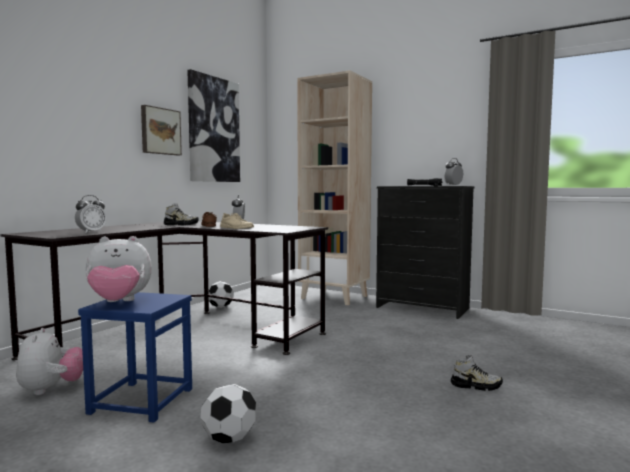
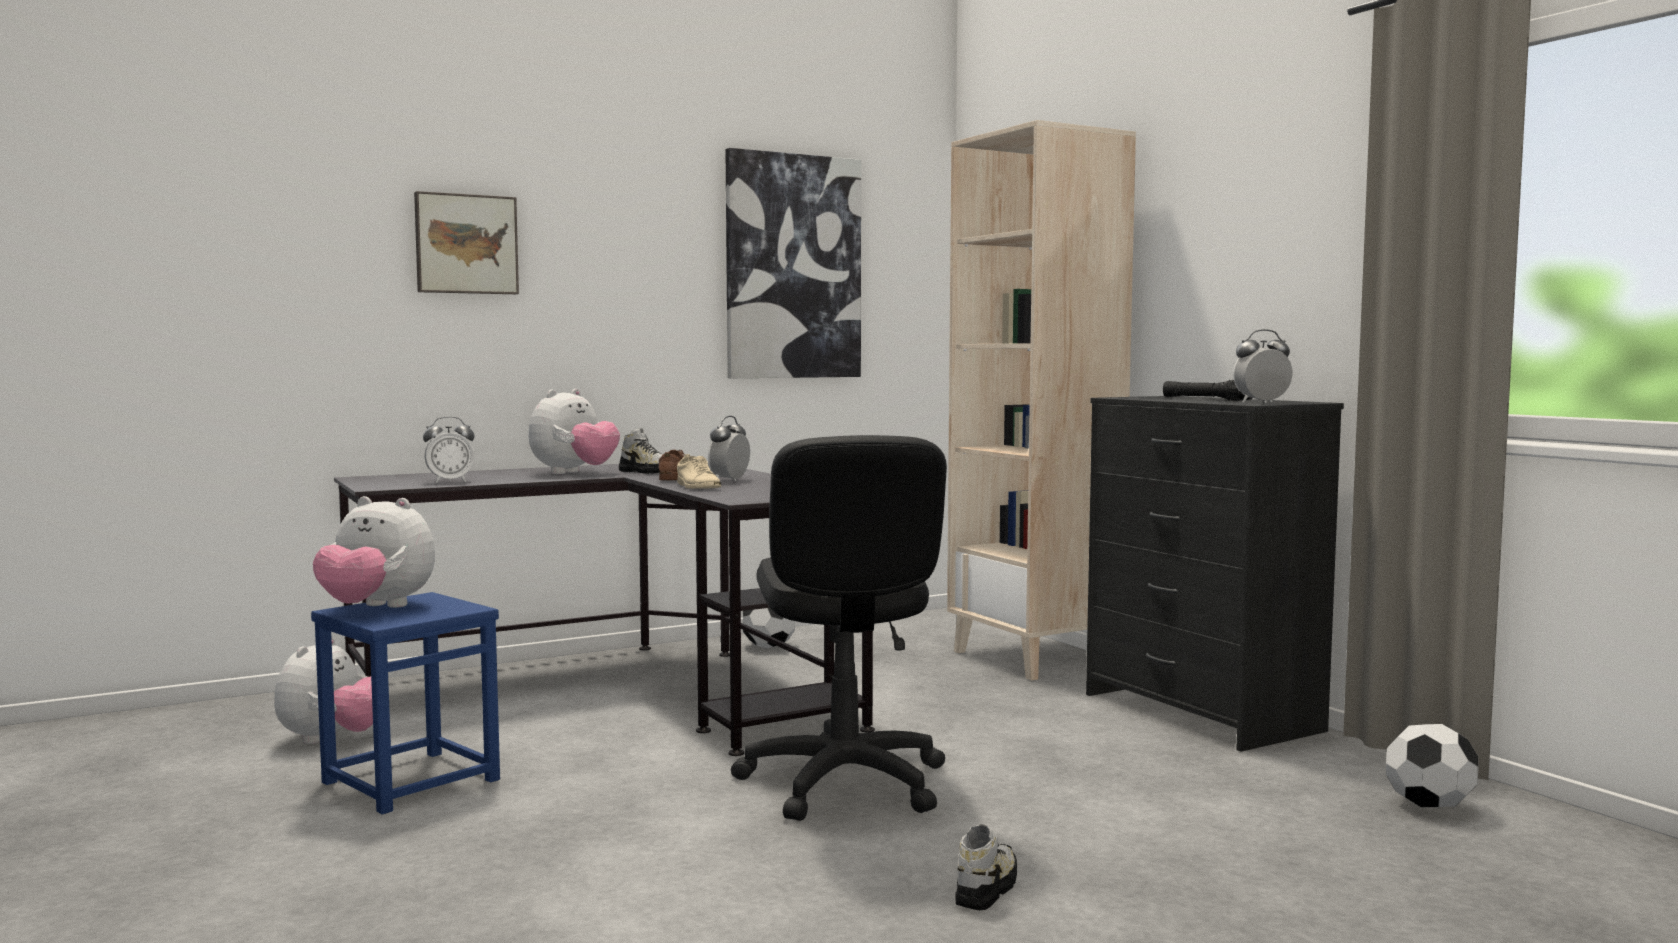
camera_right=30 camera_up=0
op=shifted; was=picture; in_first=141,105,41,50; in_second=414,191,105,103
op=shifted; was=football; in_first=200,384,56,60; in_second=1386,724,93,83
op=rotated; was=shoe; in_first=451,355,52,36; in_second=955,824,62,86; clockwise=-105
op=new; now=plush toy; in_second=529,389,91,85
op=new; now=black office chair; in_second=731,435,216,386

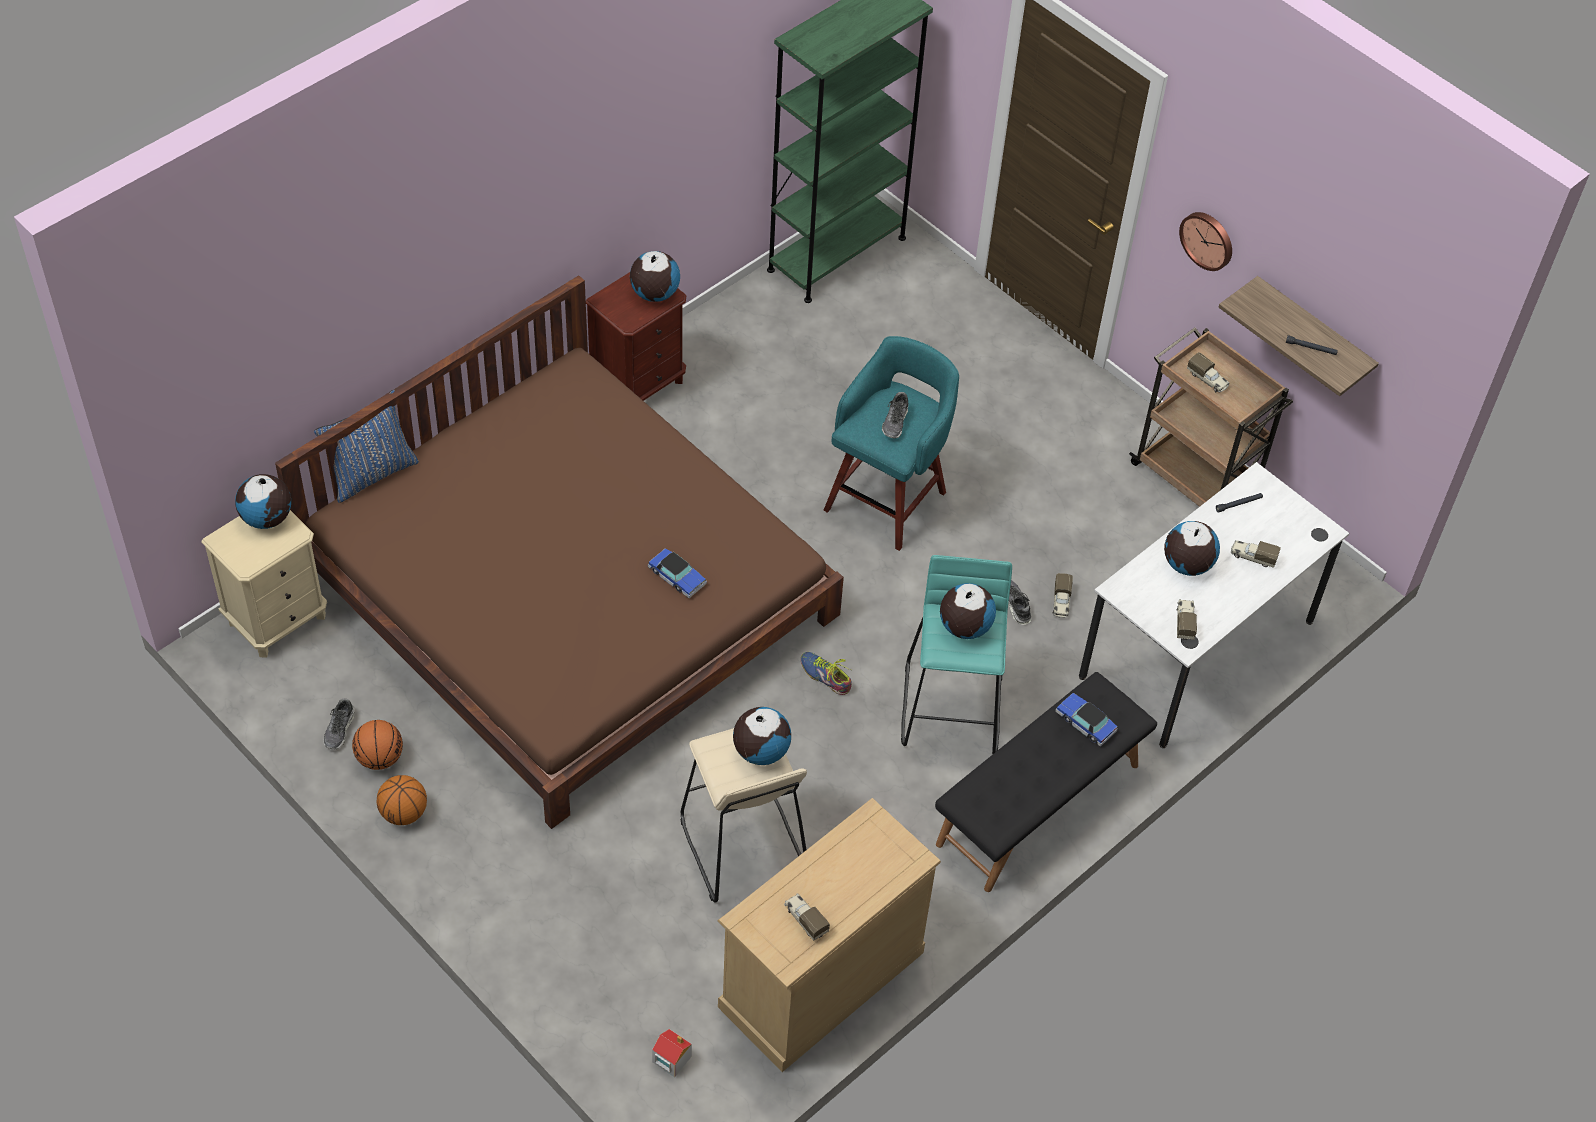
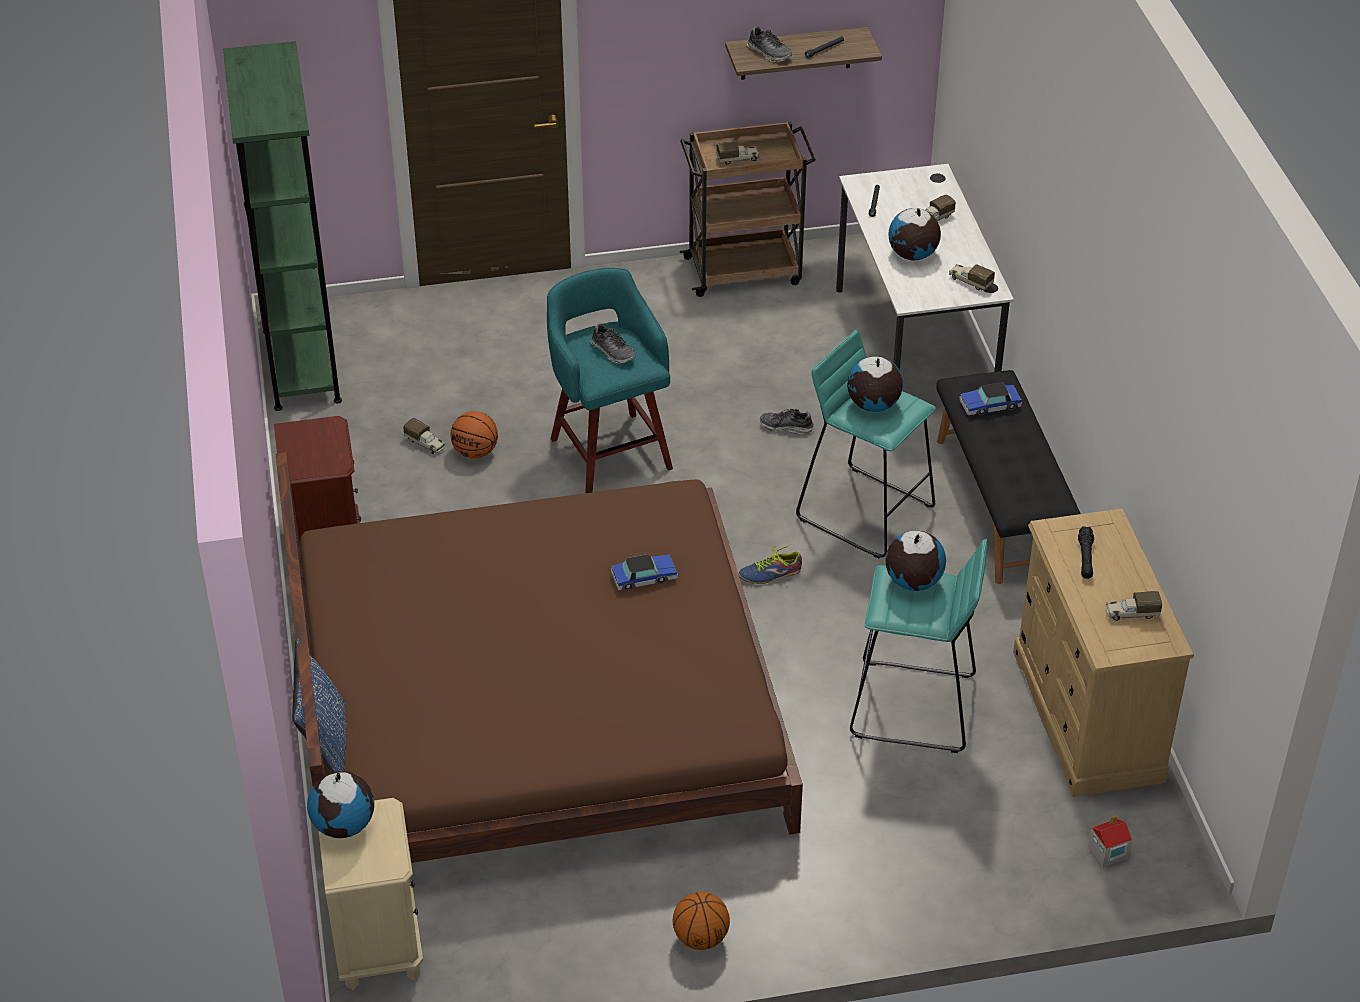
camera_right=-55 camera_up=-10
op=shifted; was=shoe; in_first=324,699,31,50; in_second=747,26,46,36
op=shifted; was=basketball; in_first=352,720,51,50; in_second=450,411,48,48
op=gone; was=globe; in_first=630,251,50,51
op=repainted; was=beige stool; now=turquoise stool; in_first=681,728,126,174; in_second=850,539,137,214
op=shifted; was=toy truck; in_first=1053,573,20,45; in_second=403,418,43,36
op=gone; was=wall clock; in_first=1179,212,53,59
op=new; now=black flashlight; in_second=1078,526,16,53

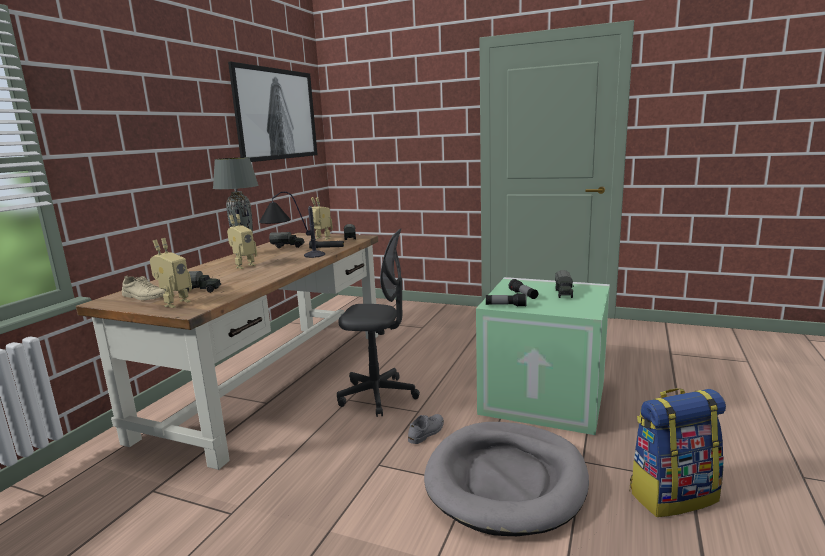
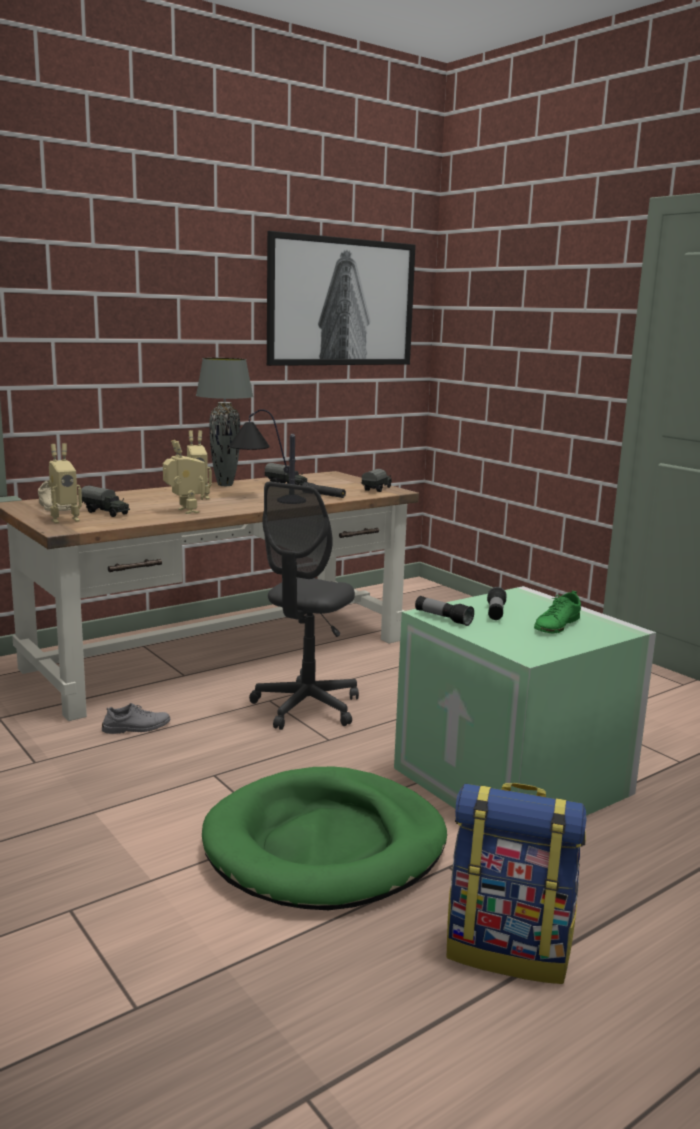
camera_right=30 camera_up=0
op=shifted; was=toy robot; in_first=311,197,22,43; in_second=163,440,42,74
op=rotated; was=grey office chair; in_first=337,229,83,188; in_second=249,482,110,248; clockwise=75
op=shifted; was=grey shoe; in_first=408,414,36,30; in_second=102,703,68,31
op=repainted; was=grey dog bed; now=green dog bed; in_first=424,422,165,114; in_second=202,767,245,143
op=swapped; was=toy truck; now=green shoe; in_first=555,270,19,28; in_second=534,591,47,43

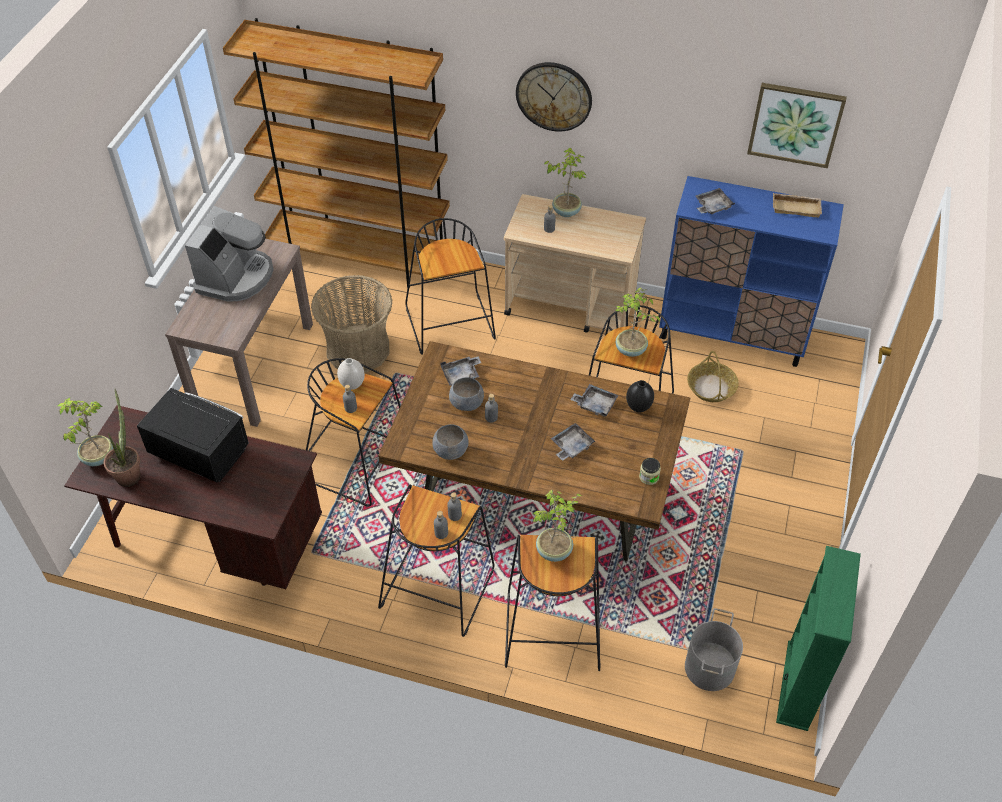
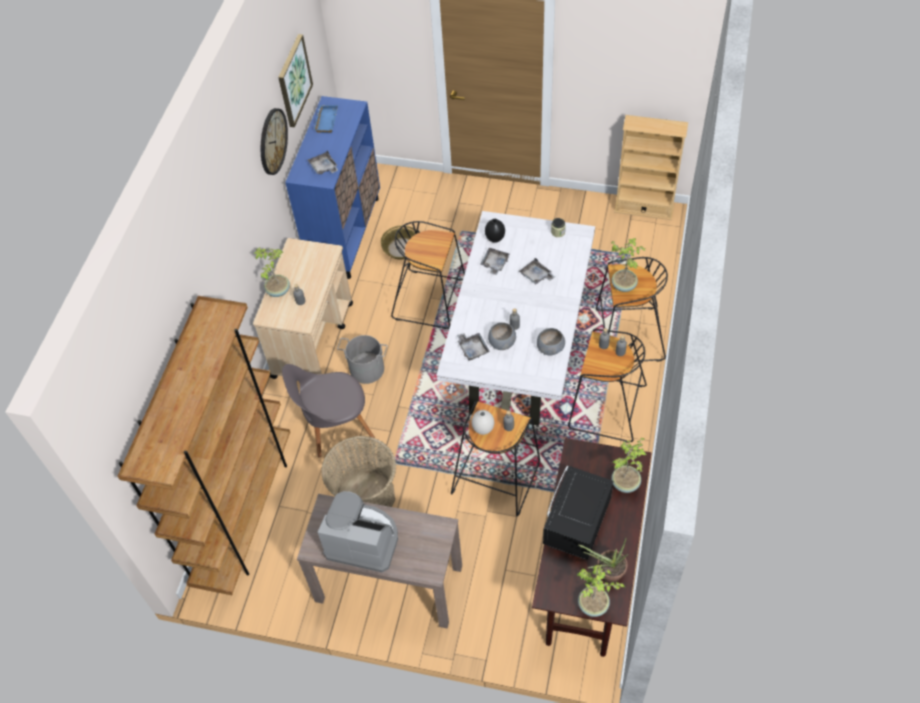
camera_right=-90 camera_up=5
op=repainted; was=brown dining table; now=white dining table; in_first=378,341,312,220; in_second=436,211,159,215
op=swapped; was=black stool; now=grey chair; in_first=405,218,91,137; in_second=282,364,93,94
op=shifted; was=wall clock; in_first=516,62,76,70; in_second=261,108,27,67
op=shifted; was=potted plant; in_first=615,288,45,69; in_second=611,438,36,55
op=shifted; was=grey bucket; in_first=685,608,58,83; in_second=337,335,51,49
op=repainted; was=beige tray; now=blue tray; in_first=773,193,49,24; in_second=314,105,24,28
op=repainted; was=green bookcase; now=beige bookcase; in_first=776,546,85,185; in_second=614,115,74,105

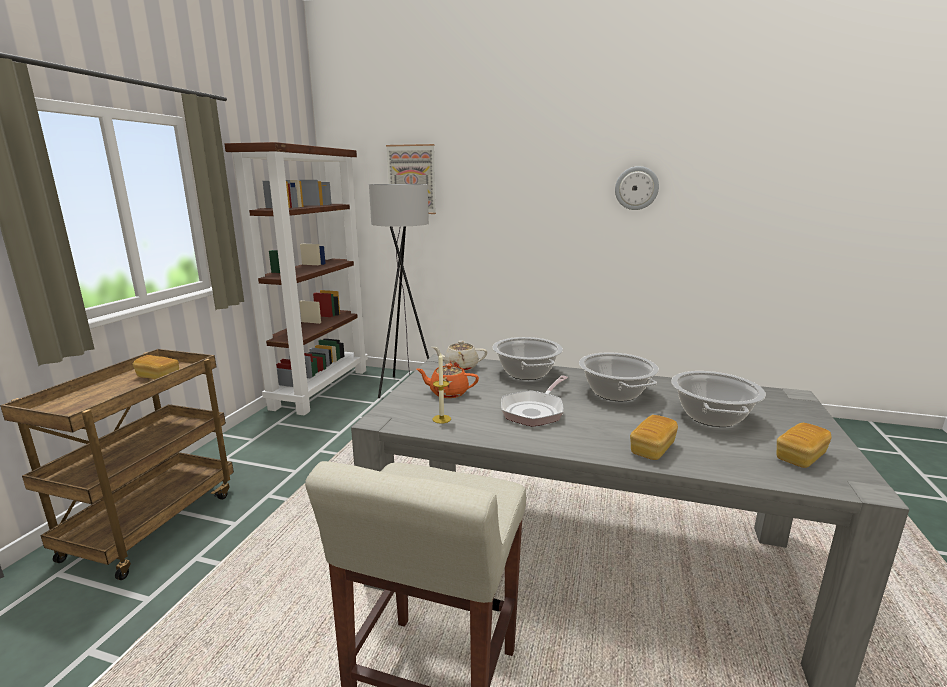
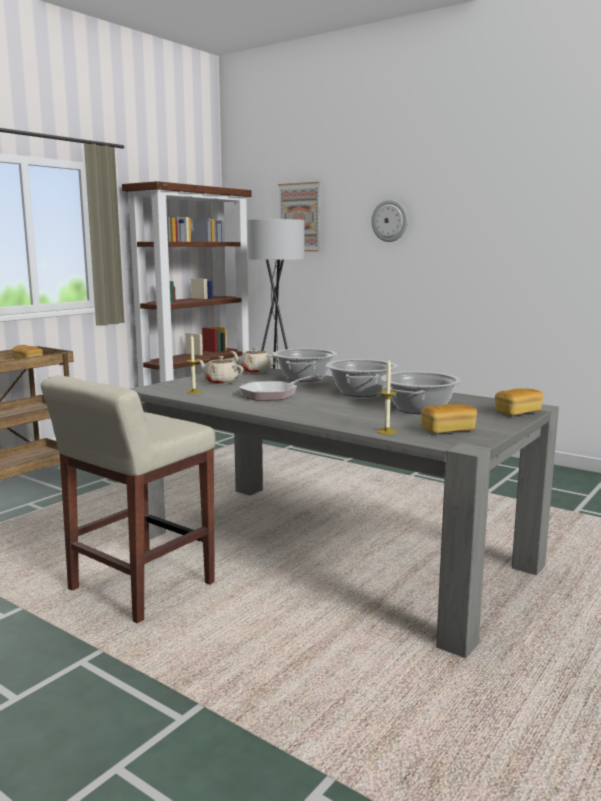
camera_right=20 camera_up=-5
op=repainted; was=orange teapot; now=beige teapot; in_first=416,363,63,35; in_second=197,356,46,28
op=shifted; was=wall clock; in_first=615,166,44,44; in_second=372,200,36,42
op=shifted; was=bread; in_first=630,415,48,45; in_second=495,389,48,27
op=new; now=candle; in_second=377,360,20,74

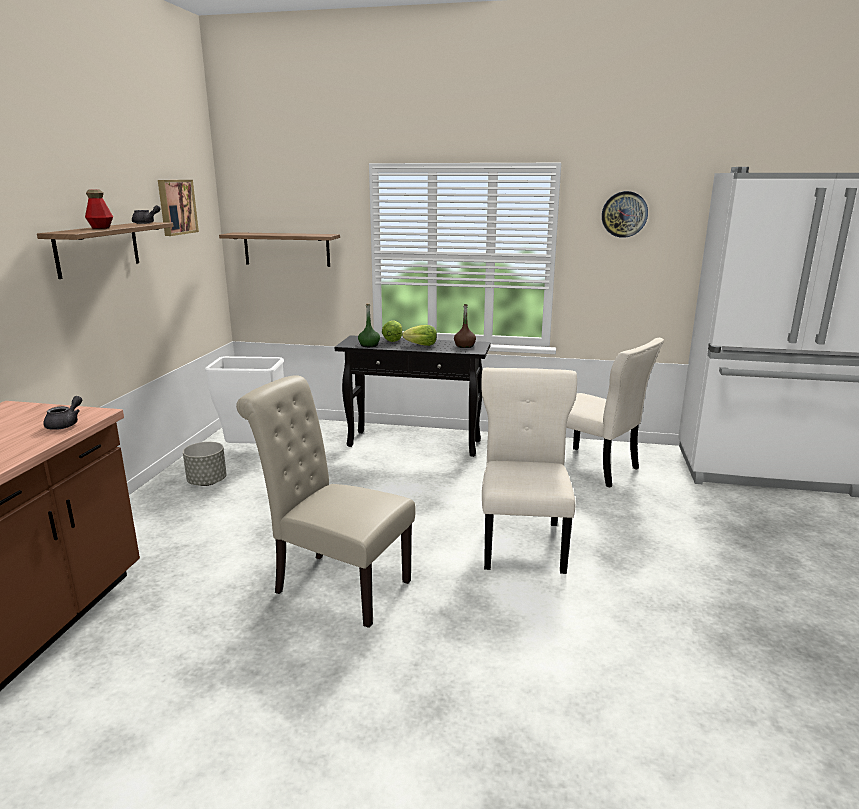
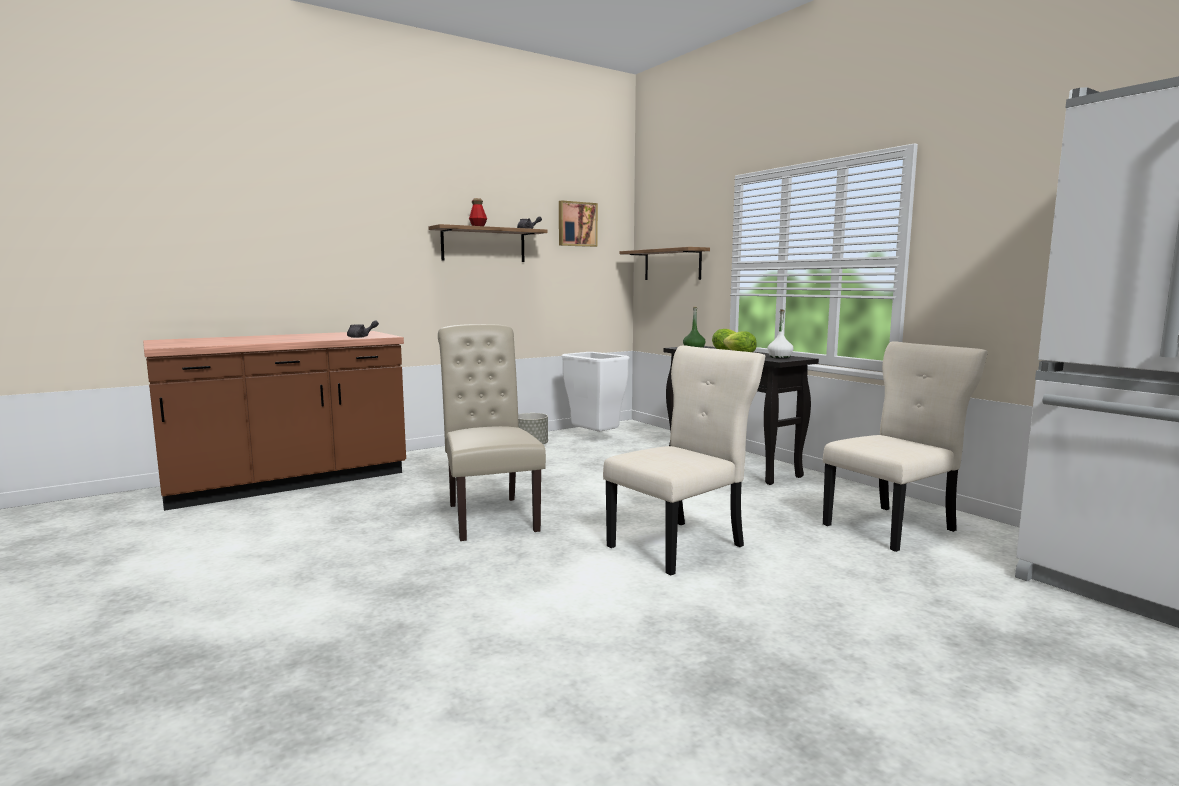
camera_right=45 camera_up=-10
op=repainted; was=brown bottle; now=white bottle; in_first=454,304,22,44; in_second=767,309,27,50
op=rotated; was=beige chair; in_first=566,338,98,150; in_second=823,341,165,211; clockwise=-120
op=gone; was=wall clock; in_first=602,191,46,47

